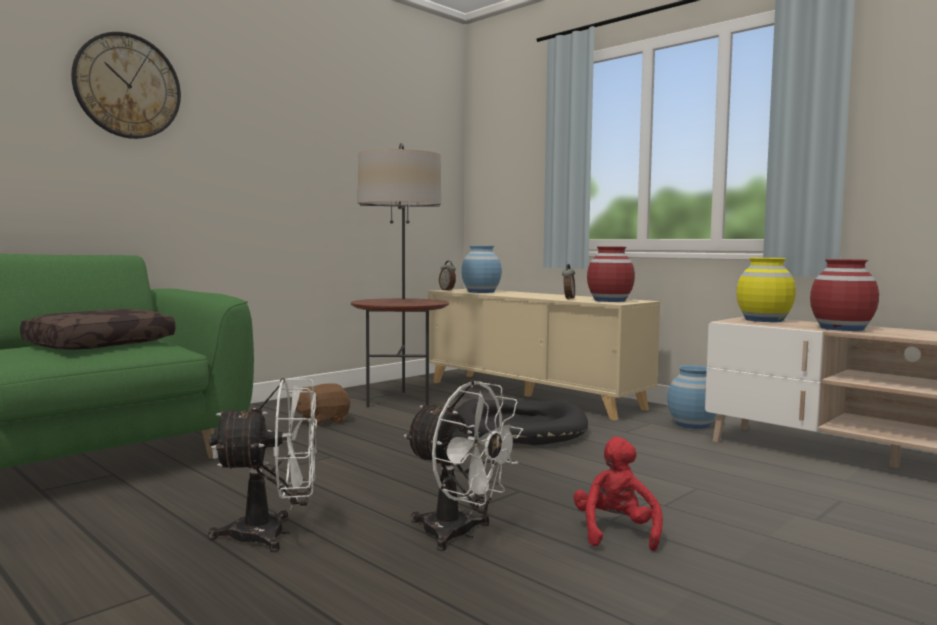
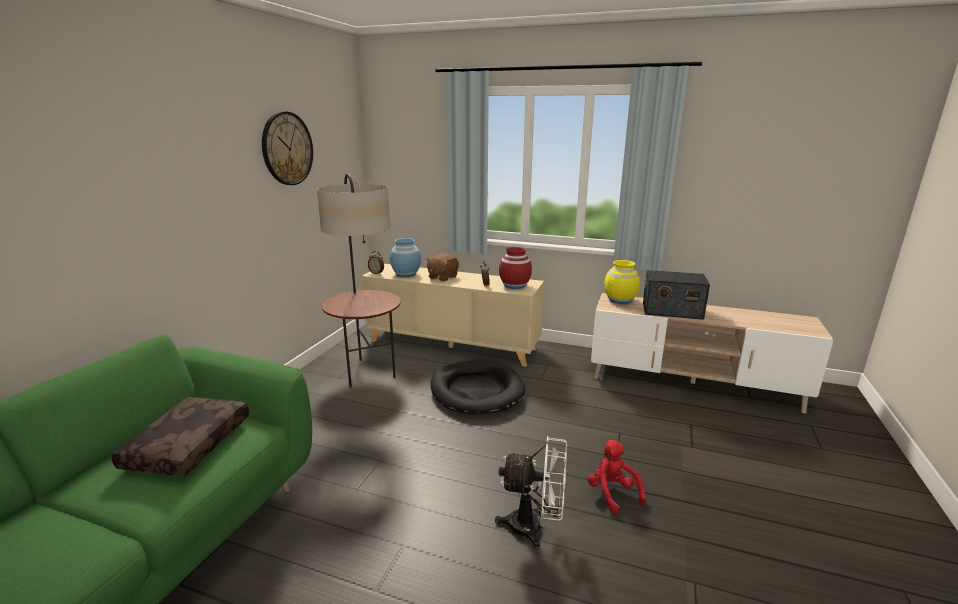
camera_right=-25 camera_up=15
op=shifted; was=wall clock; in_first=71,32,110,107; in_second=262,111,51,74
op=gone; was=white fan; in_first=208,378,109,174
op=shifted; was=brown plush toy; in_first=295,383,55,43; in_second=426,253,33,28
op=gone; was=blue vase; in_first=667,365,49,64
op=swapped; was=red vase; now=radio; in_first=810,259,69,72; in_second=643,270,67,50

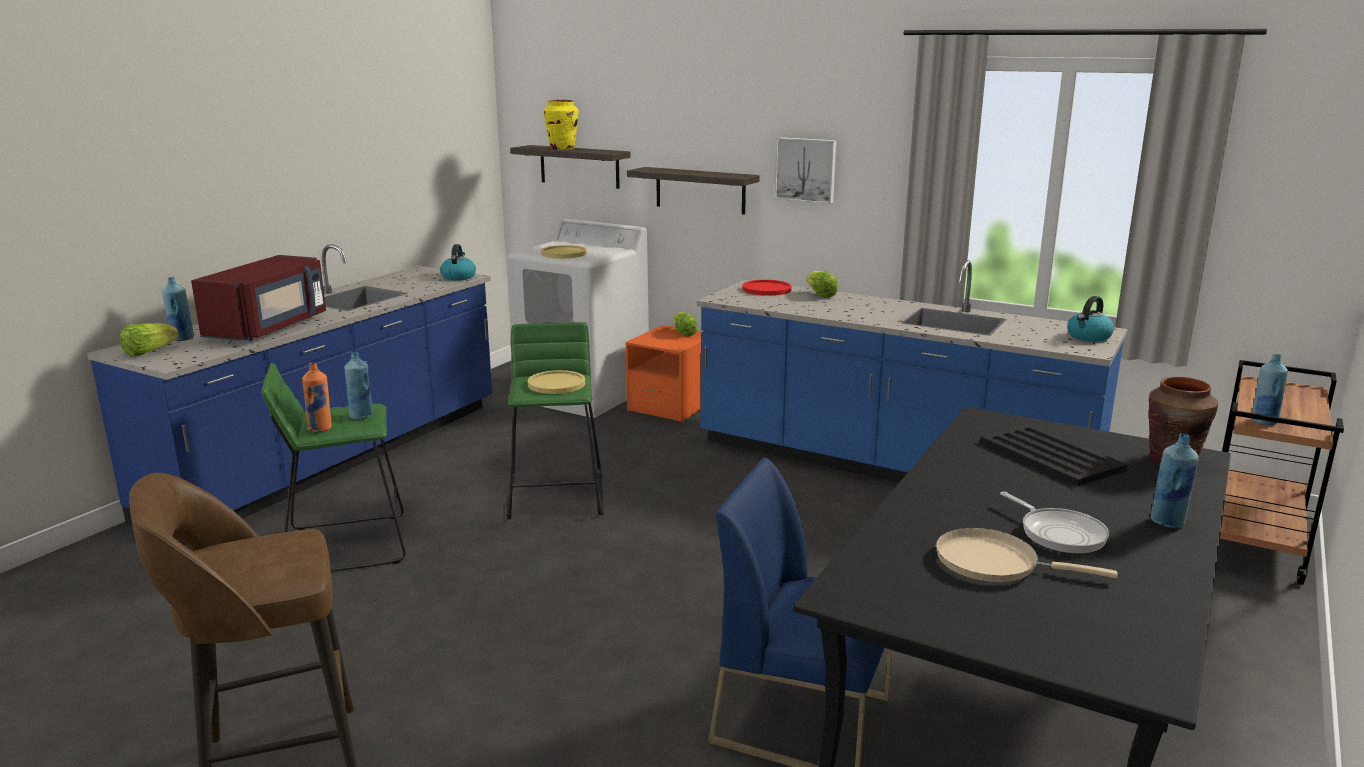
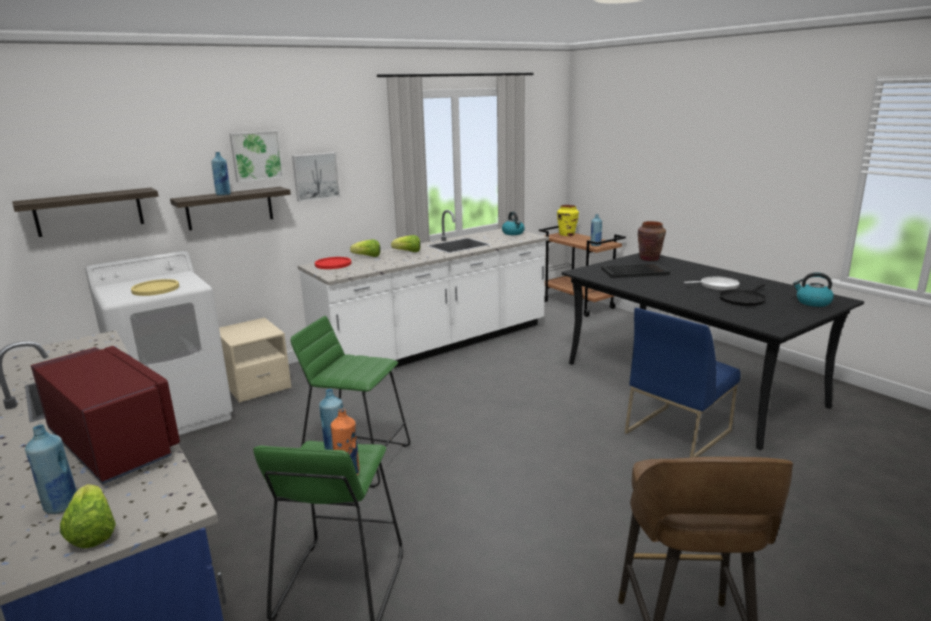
camera_right=-65 camera_up=0
op=shifted; was=kettle; in_first=440,244,36,37; in_second=793,272,41,35
op=gone; was=yellow plate; in_first=528,370,57,24
op=shifted; was=yellow vase; in_first=544,100,35,50; in_second=557,205,22,31
op=repainted; was=orange nightstand; now=beige nightstand; in_first=626,325,77,97; in_second=219,317,73,86
op=shifted; was=lettuce; in_first=674,312,23,24; in_second=391,235,30,17
op=repainted; was=blue counter; now=white counter; in_first=697,260,431,222; in_second=298,210,251,158
op=repainted; was=beige frying pan; now=black frying pan; in_first=936,528,182,54; in_second=719,284,48,22
op=shifted; was=blue bottle; in_first=1151,434,48,94; in_second=211,152,20,44
op=new; now=picture; in_second=229,131,55,52

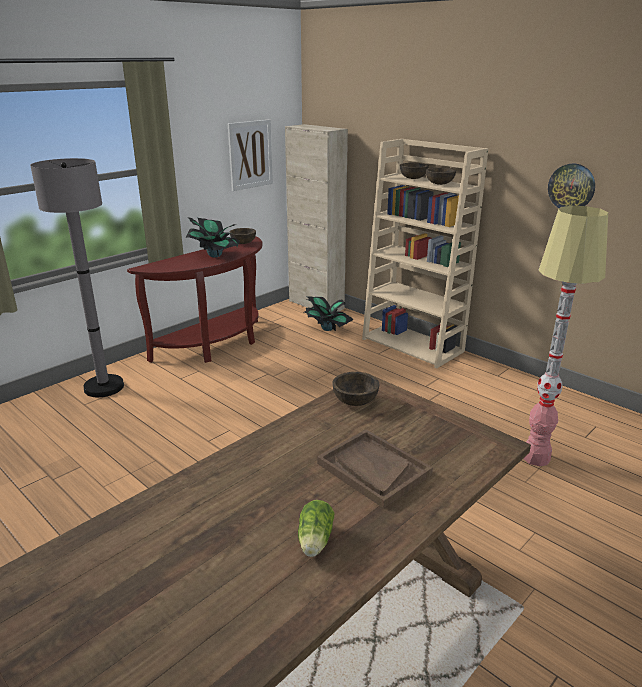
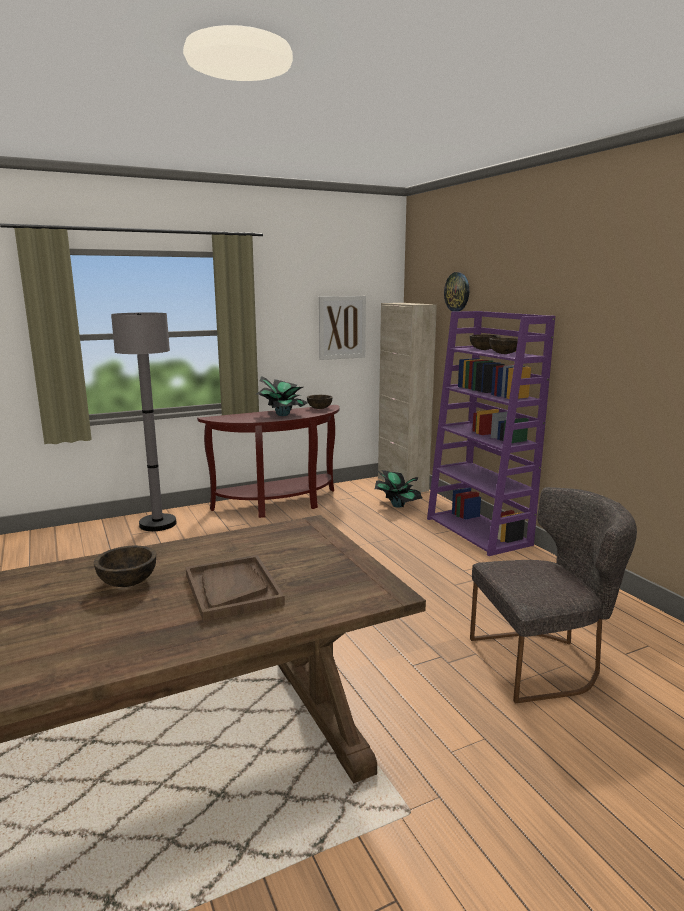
camera_right=20 camera_up=-10
op=gone; was=lettuce; in_first=298,500,36,57
op=shifted; was=brown bowl; in_first=332,372,48,34; in_second=94,546,62,41
op=repainted; was=beige bookcase; now=purple bookcase; in_first=362,139,127,229; in_second=427,311,128,245
op=swapped; was=floor lamp; now=grey chair; in_first=523,205,85,261; in_second=470,487,167,216
op=shifted; was=wall clock; in_first=548,163,47,45; in_second=444,272,25,40

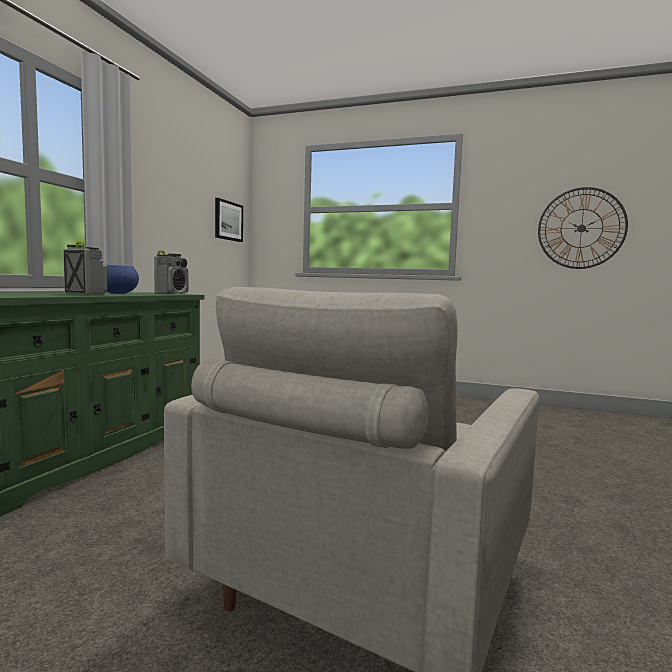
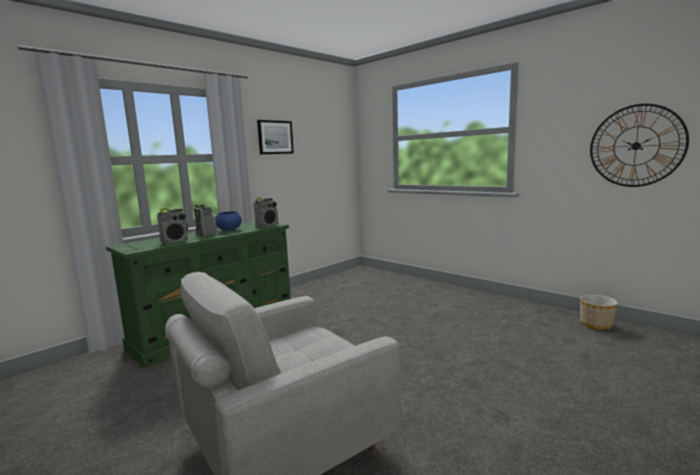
camera_right=25 camera_up=5
op=shifted; was=picture; in_first=215,198,28,44; in_second=257,120,37,34
op=new; now=radio; in_second=157,208,31,36
op=new; now=planter; in_second=580,295,38,35

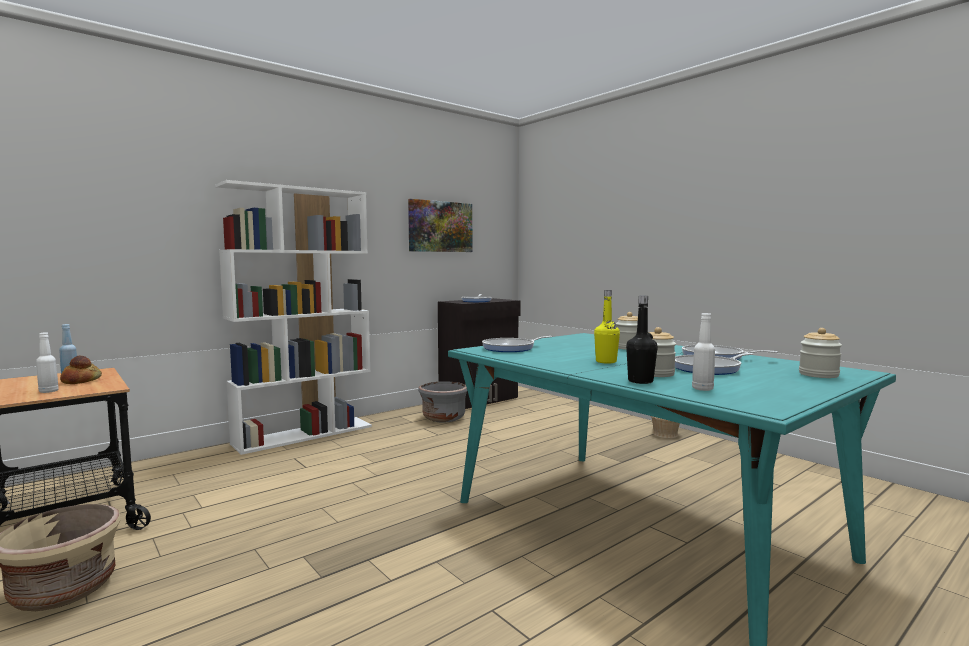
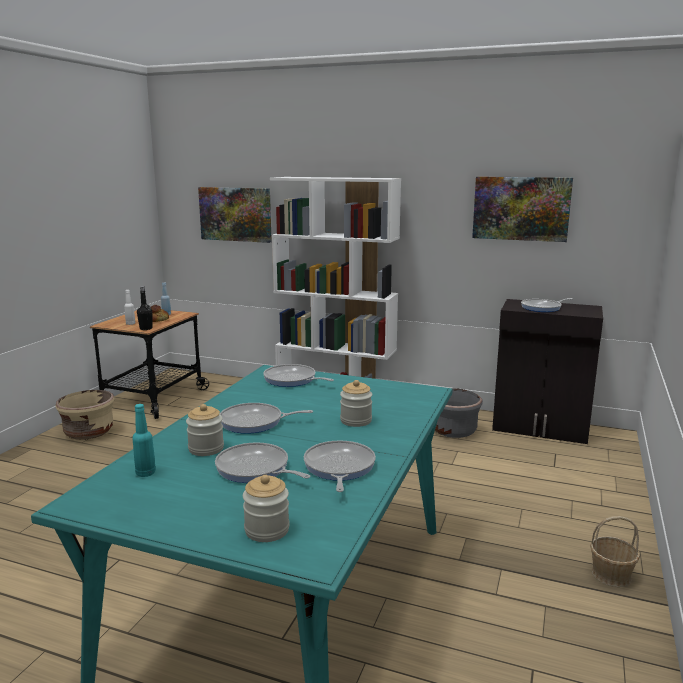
camera_right=60 camera_up=10
op=swapped; was=yellow bottle; now=frying pan; in_first=594,290,26,73; in_second=220,403,93,31
op=shifted; was=black bottle; in_first=626,296,31,88; in_second=137,286,15,44
op=repainted; was=white bottle; now=turquoise bottle; in_first=692,313,23,78; in_second=133,404,23,73
op=new; now=picture; in_second=198,187,74,56

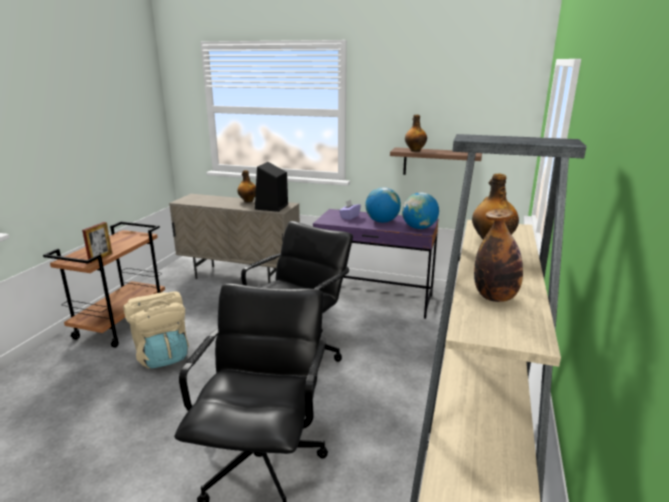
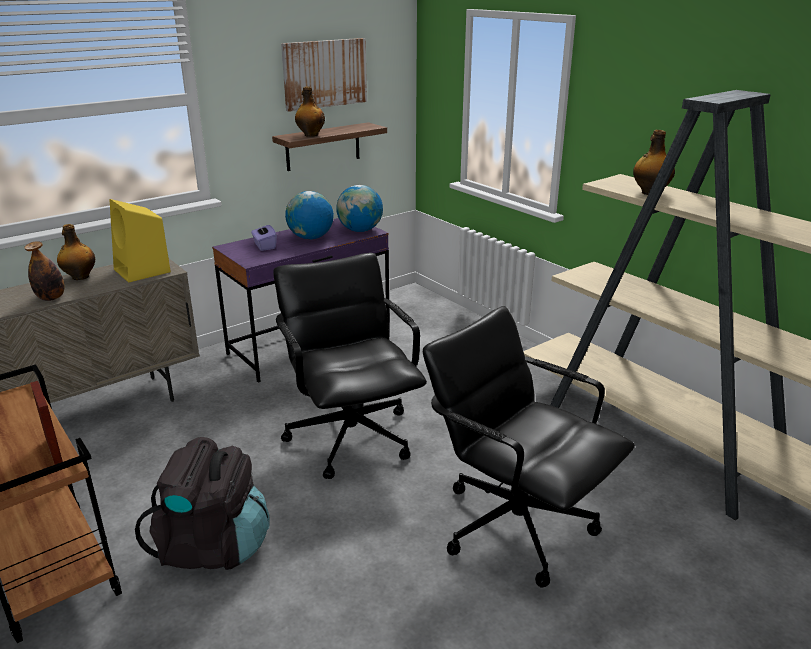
camera_right=-55 camera_up=5
op=repainted; was=beige backpack; now=black backpack; in_first=123,291,66,78; in_second=135,437,135,133
op=repainted; was=black speaker; now=yellow speaker; in_first=255,162,33,50; in_second=110,199,61,84
op=shifted; was=bottle; in_first=474,208,49,94; in_second=24,241,41,60
op=new; now=picture; in_second=281,38,86,74

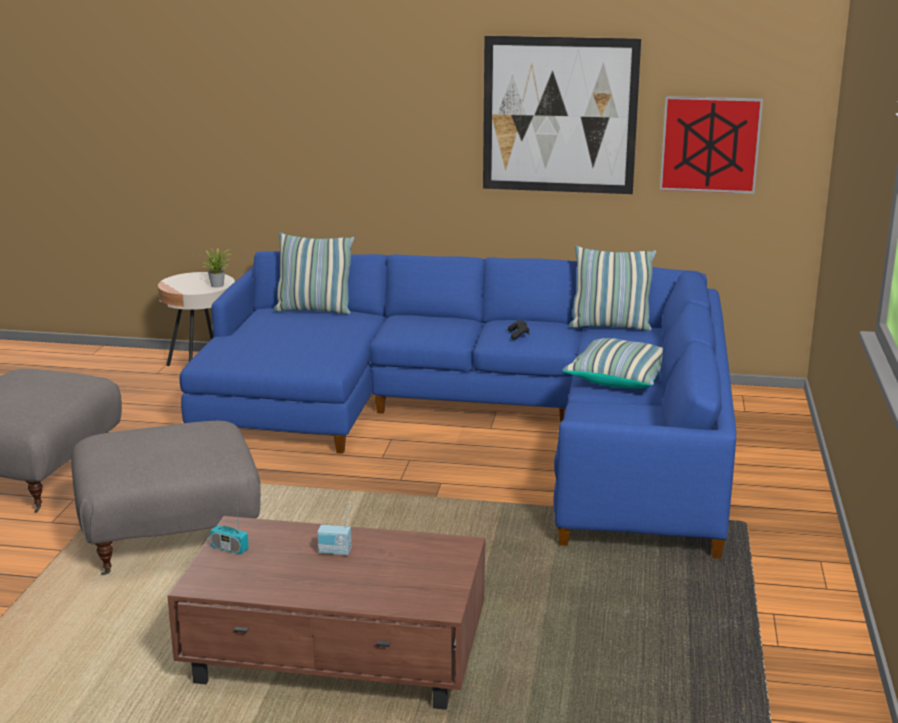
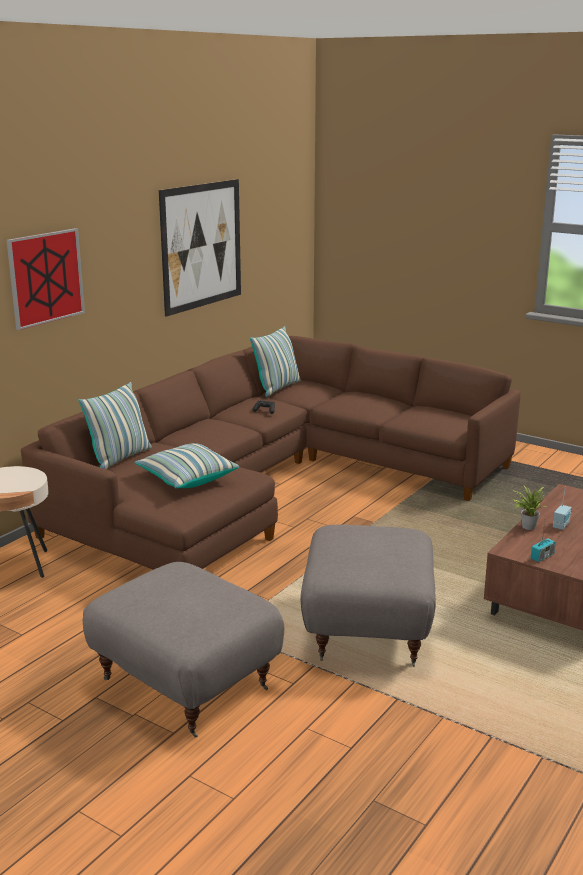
camera_right=-65 camera_up=0
op=repainted; was=blue sofa; now=brown sofa; in_first=179,251,557,308; in_second=21,336,500,234
op=shifted; was=potted plant; in_first=201,248,29,39; in_second=513,485,34,45
op=shifted; was=pillow; in_first=562,338,101,51; in_second=134,443,105,46
op=shifted; was=picture; in_first=660,96,103,98; in_second=7,228,78,102

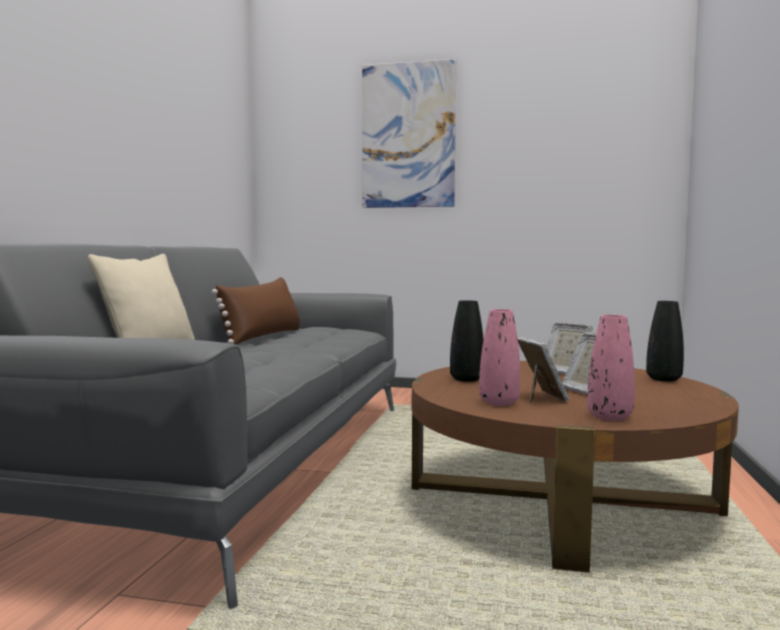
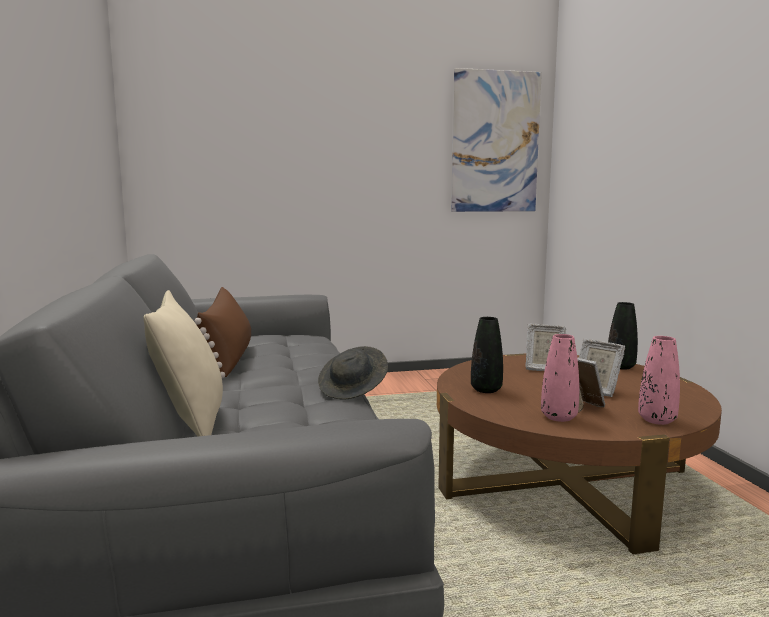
camera_right=-25 camera_up=5
op=shifted; was=picture; in_first=362,59,94,149; in_second=451,68,91,144
op=new; now=grey hat; in_second=318,346,70,54

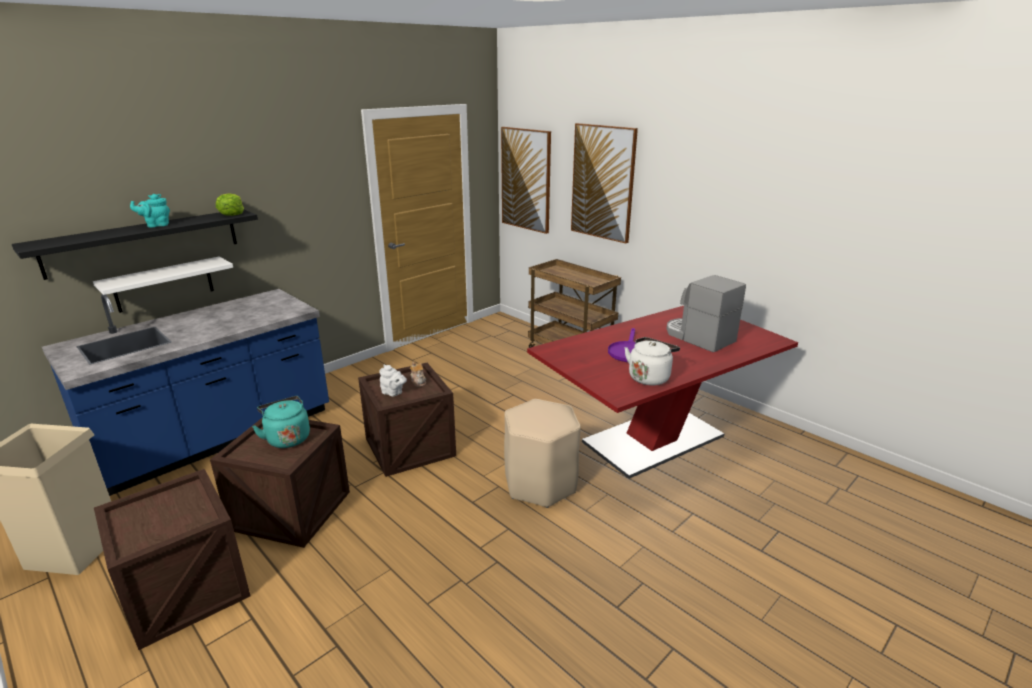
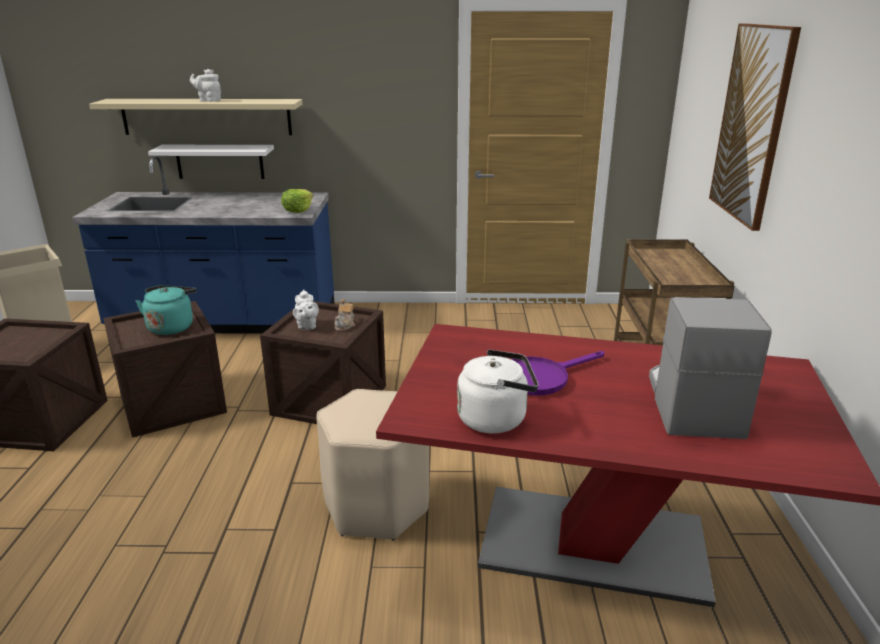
camera_right=45 camera_up=0
op=repainted; was=black shelf; now=beige shelf; in_first=12,210,246,70; in_second=89,99,213,36
op=repainted; was=turquoise teapot; now=white teapot; in_first=130,194,40,33; in_second=190,69,31,33
op=shifted; was=lettuce; in_first=216,193,28,23; in_second=281,189,32,24
op=gone; was=picture; in_first=501,127,50,107

